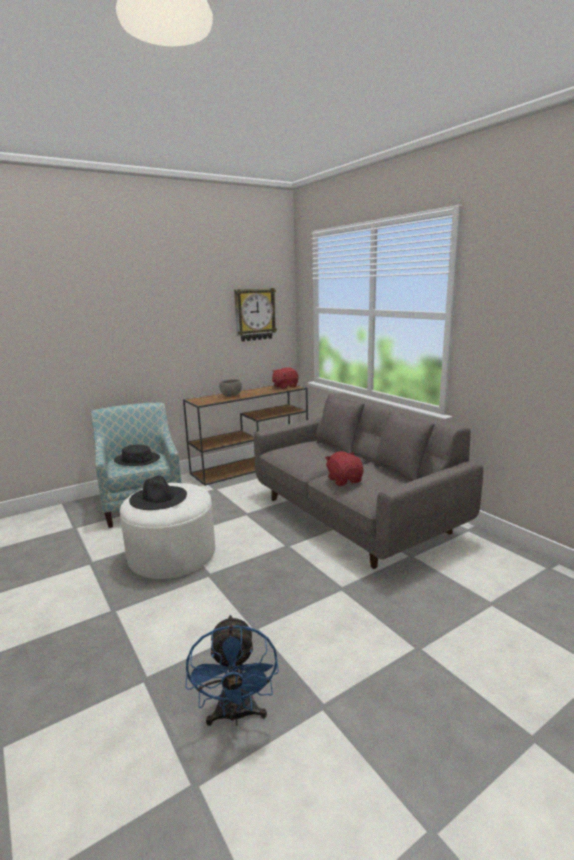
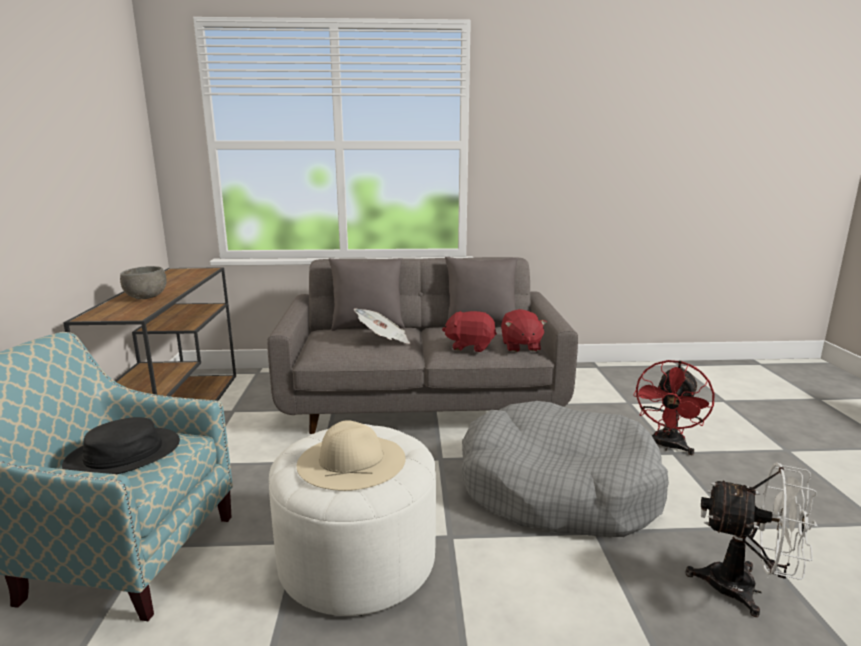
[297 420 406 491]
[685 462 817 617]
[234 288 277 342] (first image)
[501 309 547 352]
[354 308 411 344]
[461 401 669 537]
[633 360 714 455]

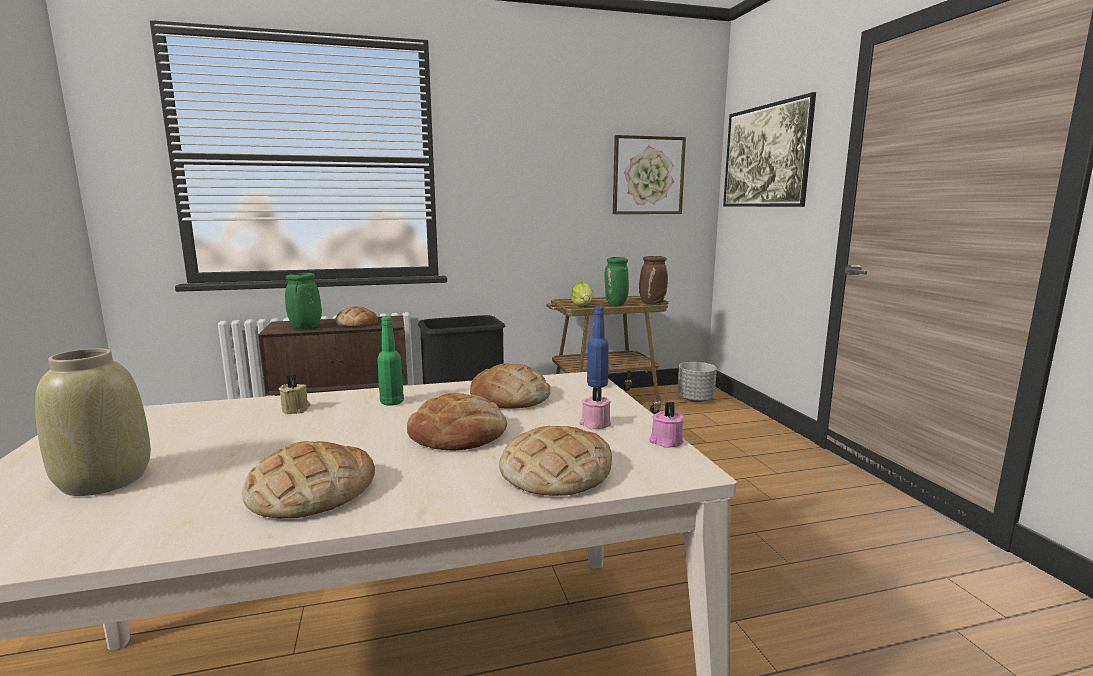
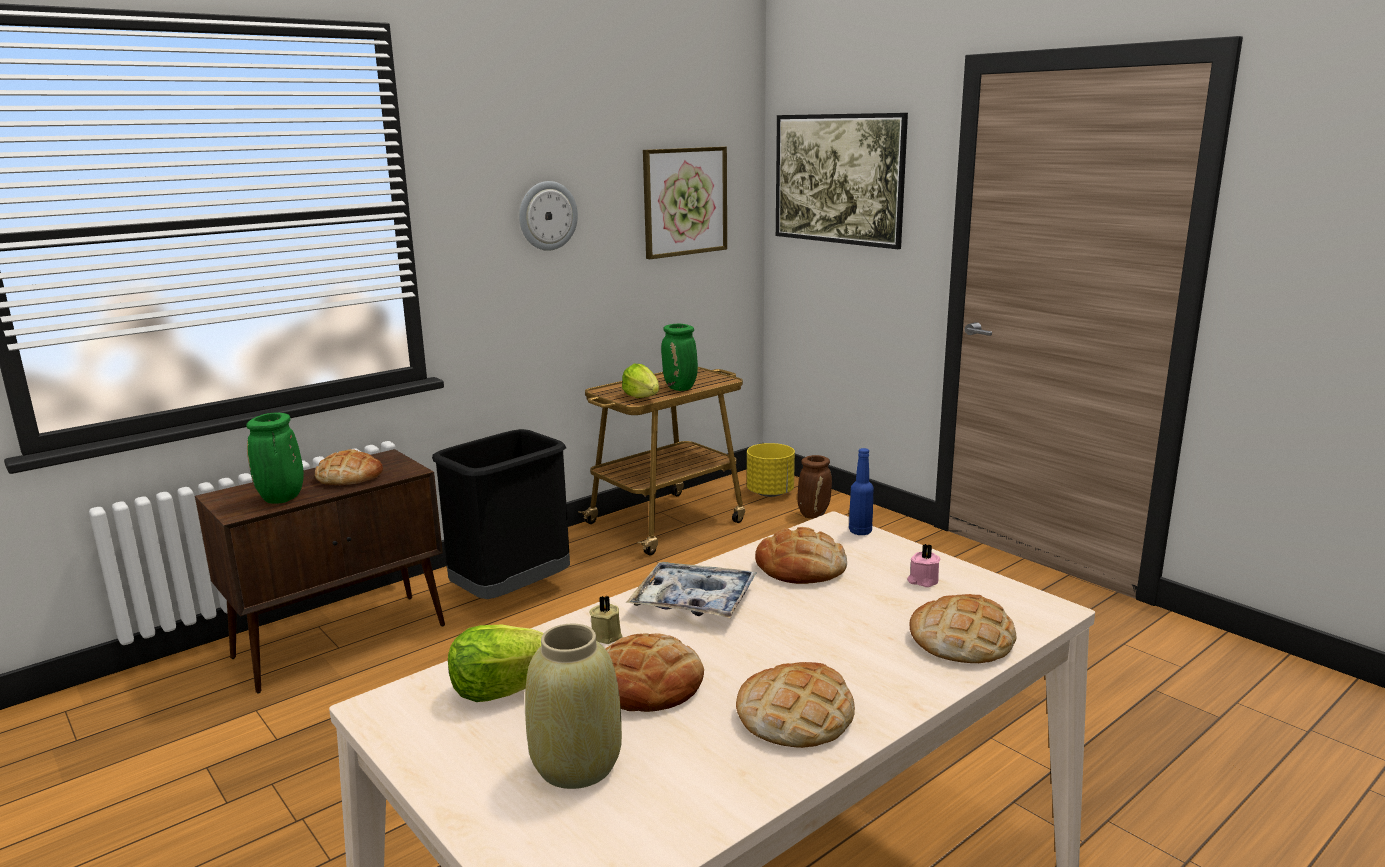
[626 562 757 618]
[605 633 704 712]
[797 455 832 518]
[649 402 684 448] (first image)
[747 443 795 497]
[448 625 544 702]
[519 181 578 251]

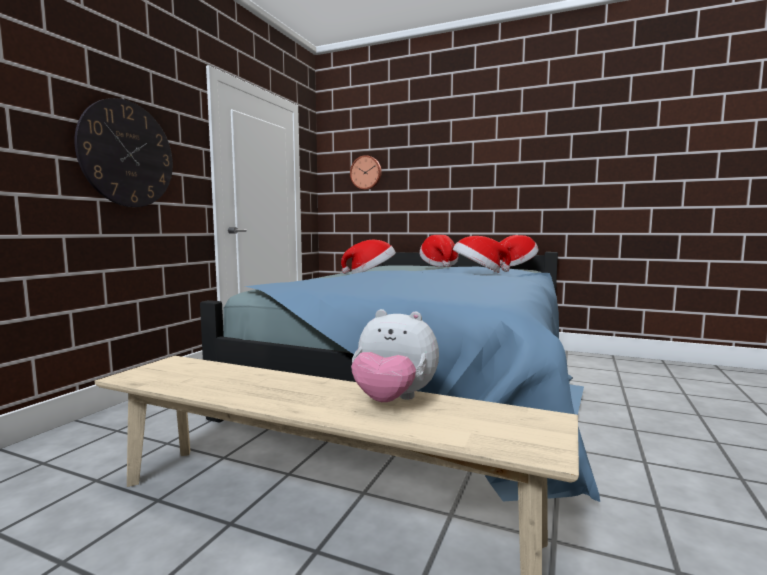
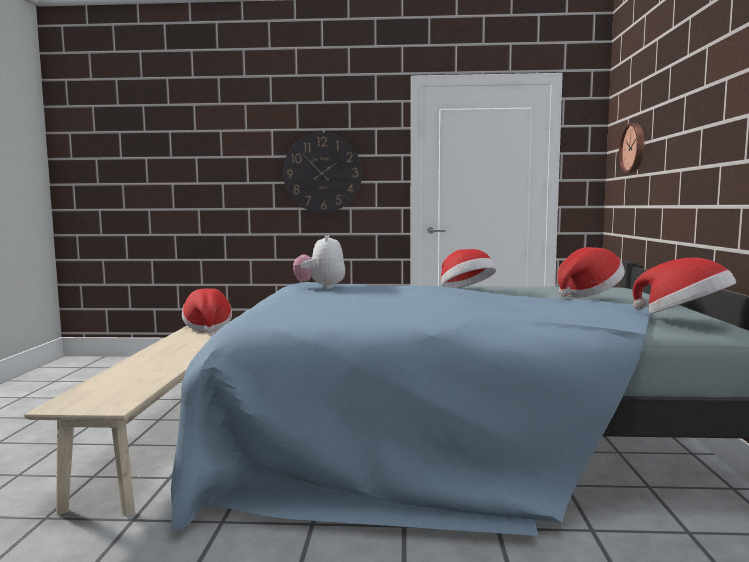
[293 235 345 289]
[182 288 232 333]

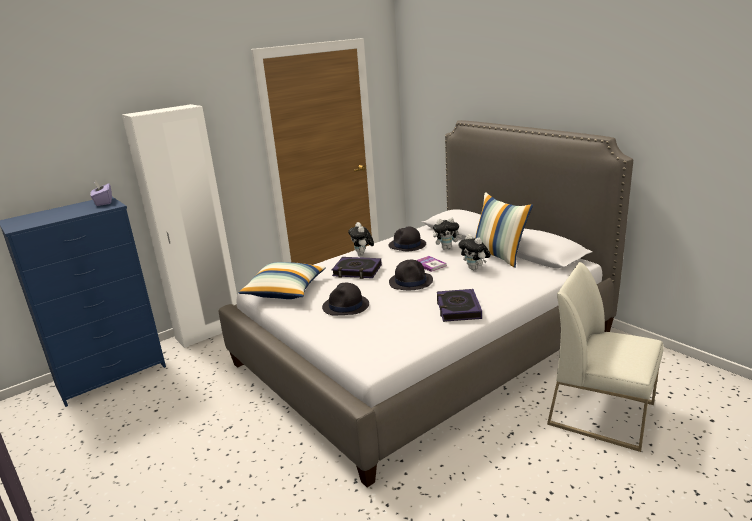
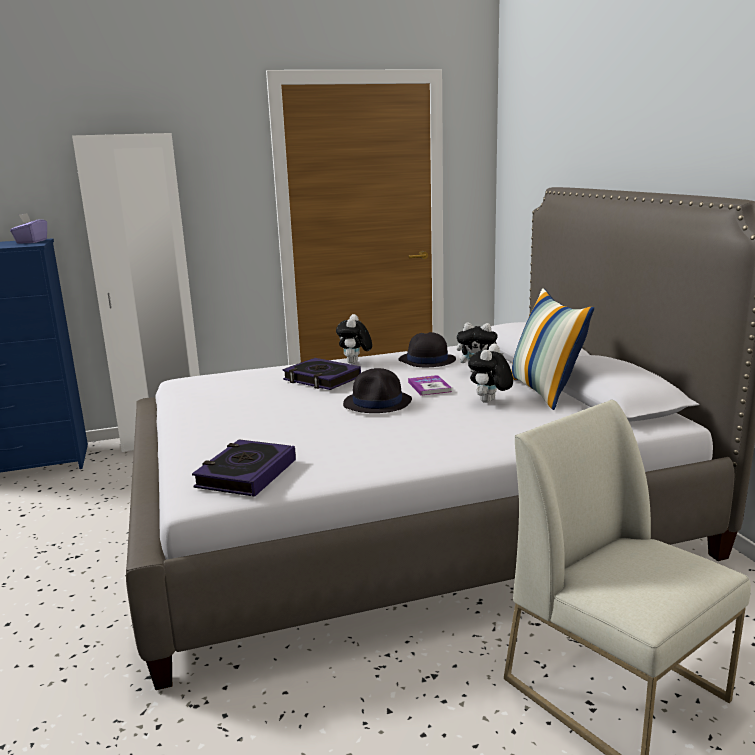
[238 262 326 299] (first image)
[322 283 369 316] (first image)
[192 439 296 497]
[468 344 513 403]

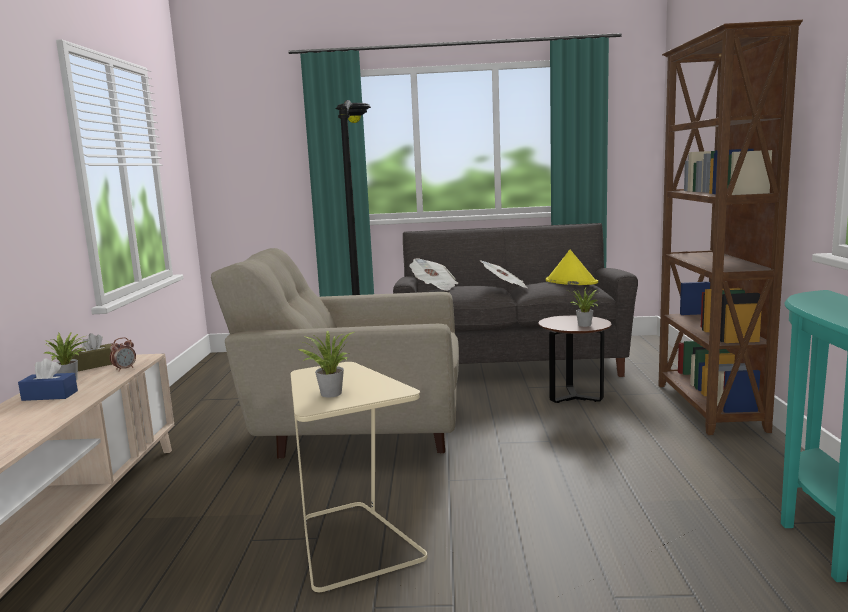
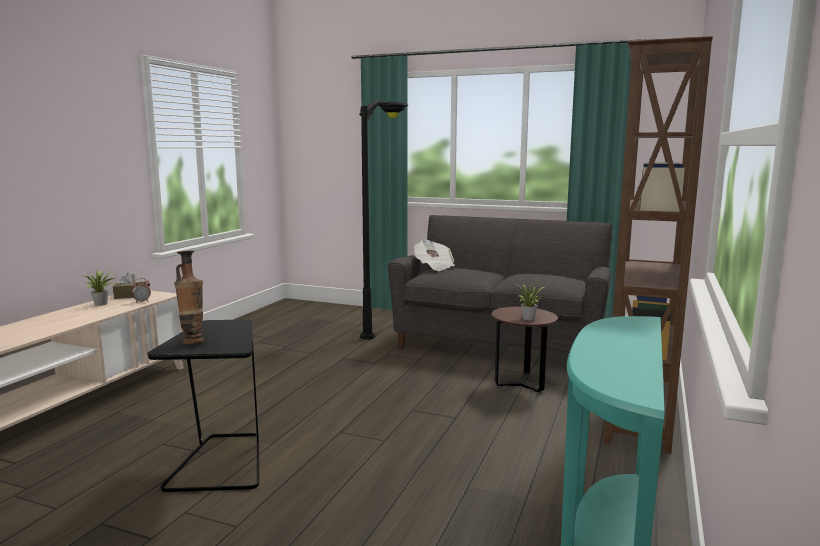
[18 358 78 401] (first image)
[211 248 459 459] (first image)
[147 320 259 493]
[174 250 204 344]
[479 260 529 289] (first image)
[546 250 598 285] (first image)

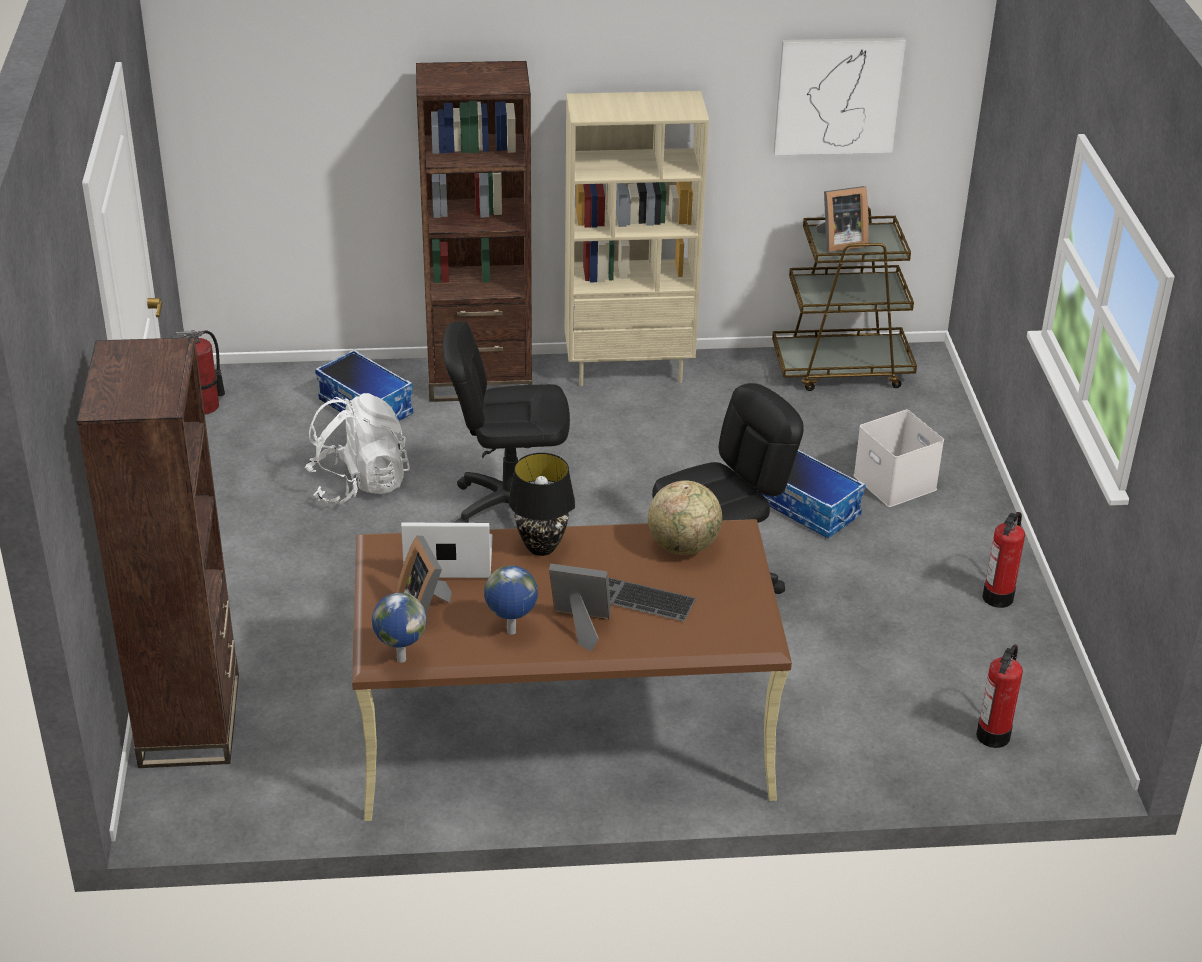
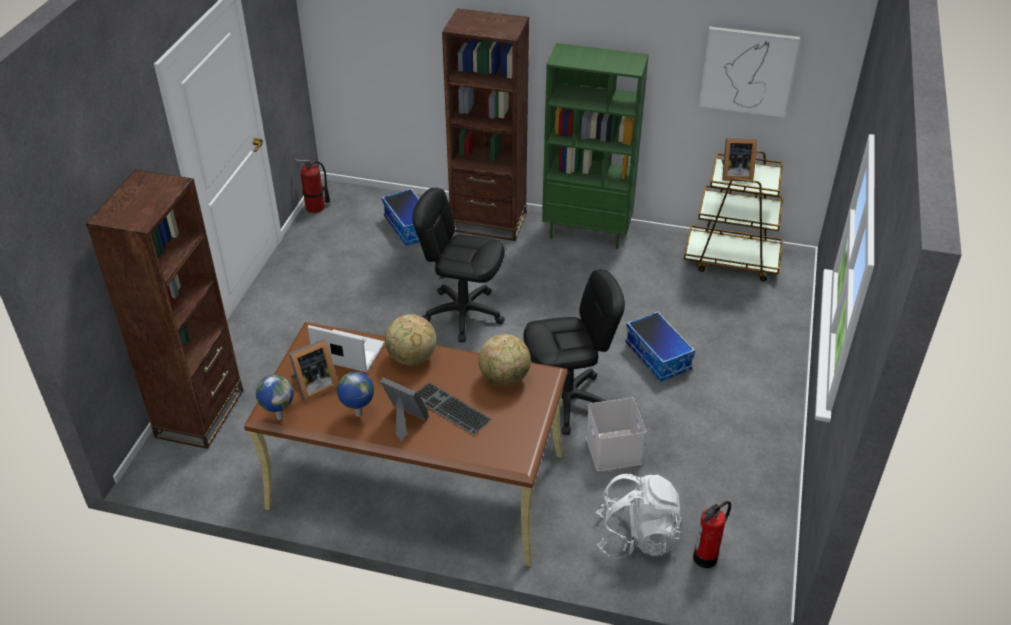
[596 474 682 559]
[289 339 338 402]
[385 314 436 365]
[542 43 649 249]
[586 398 647 471]
[983 512 1025 608] (first image)

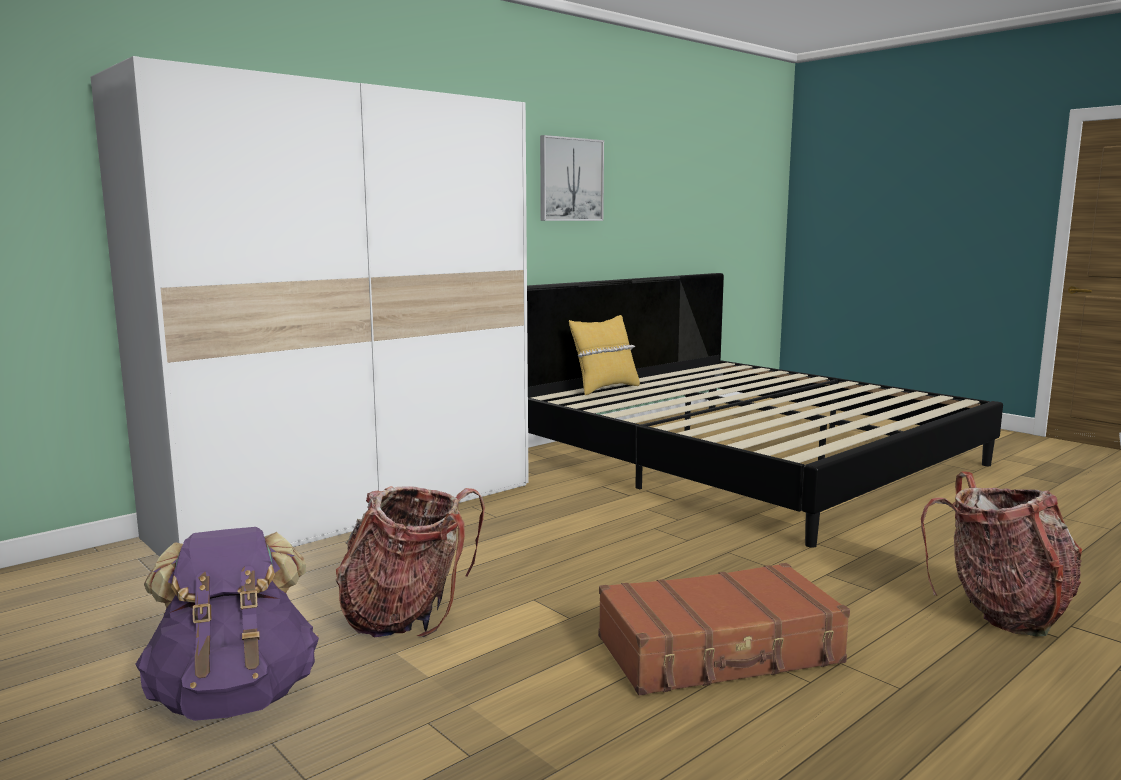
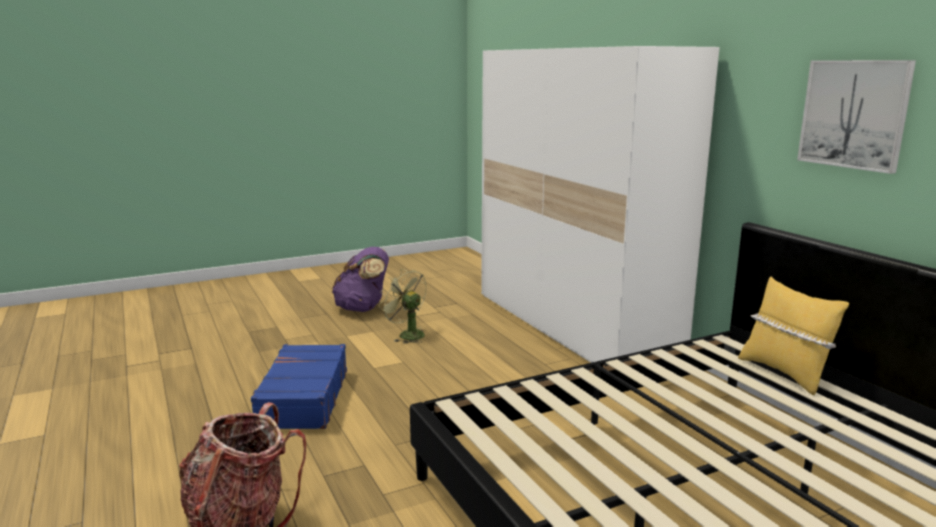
[379 269 426 344]
[251 344 347 429]

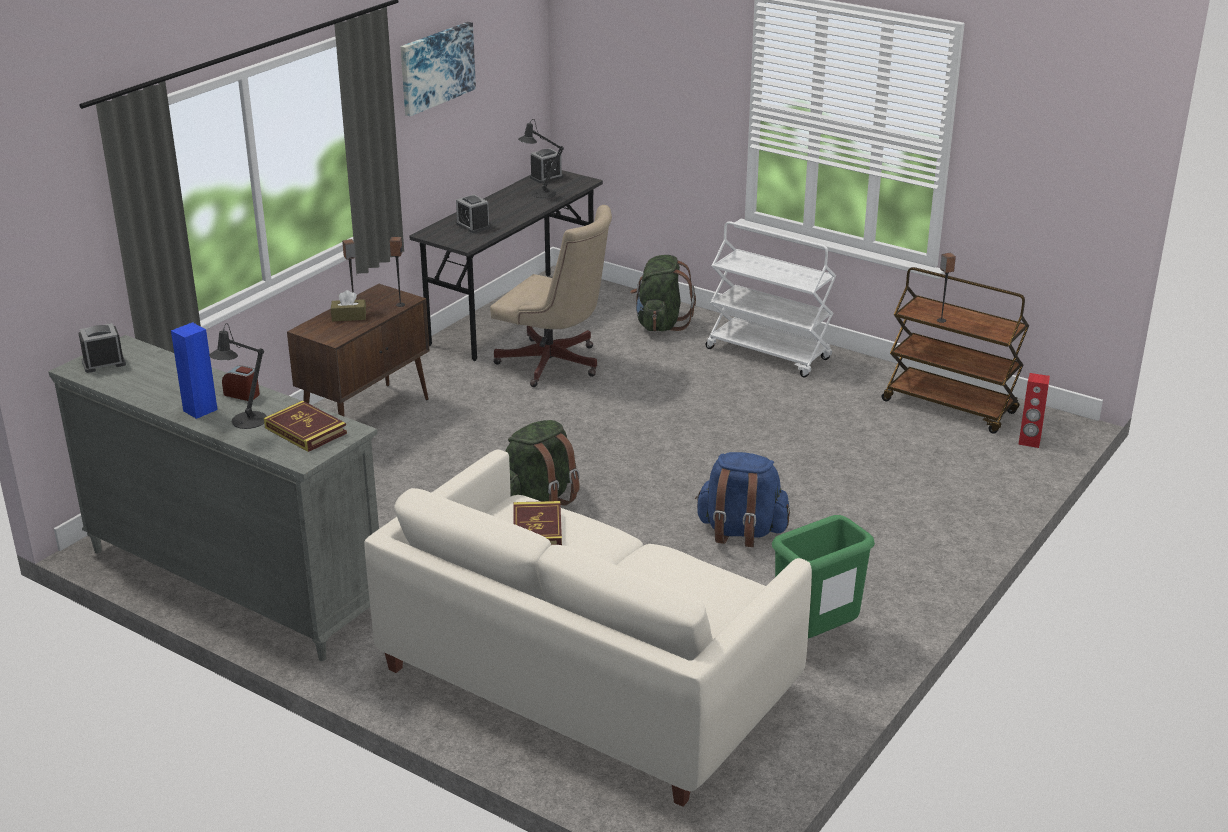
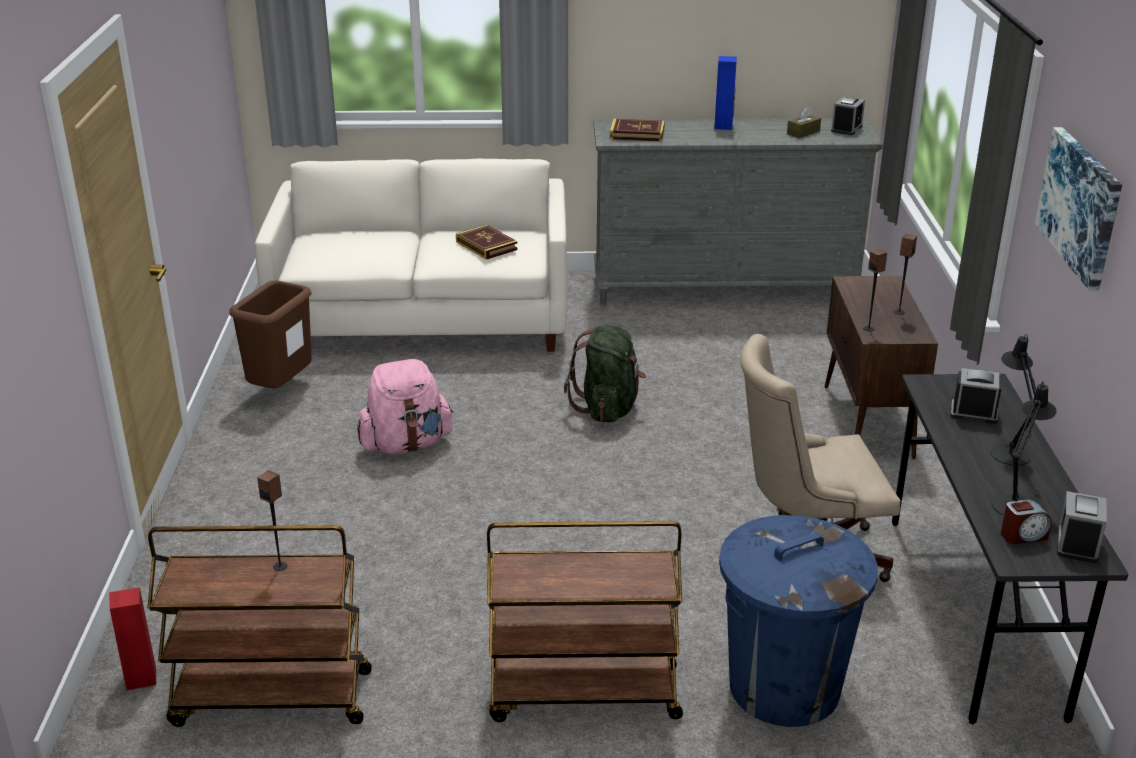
[991 334 1036 466]
[1001 500 1051 544]
[787 107 821 138]
[719 515 878 727]
[357 359 454 454]
[487 521 683 722]
[229 280 312 388]

